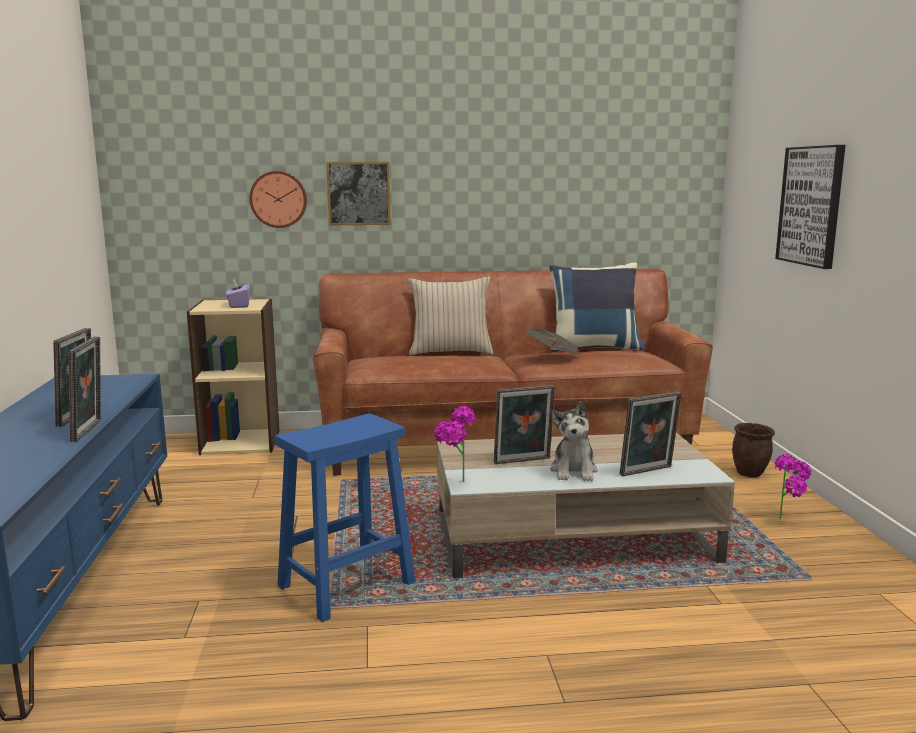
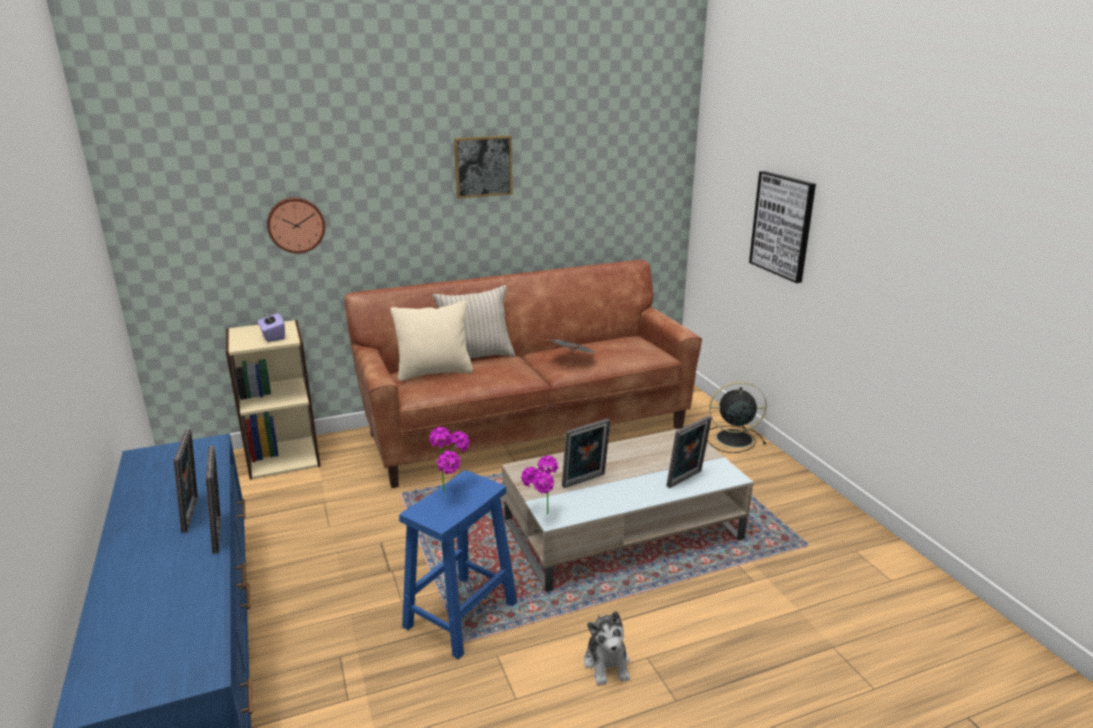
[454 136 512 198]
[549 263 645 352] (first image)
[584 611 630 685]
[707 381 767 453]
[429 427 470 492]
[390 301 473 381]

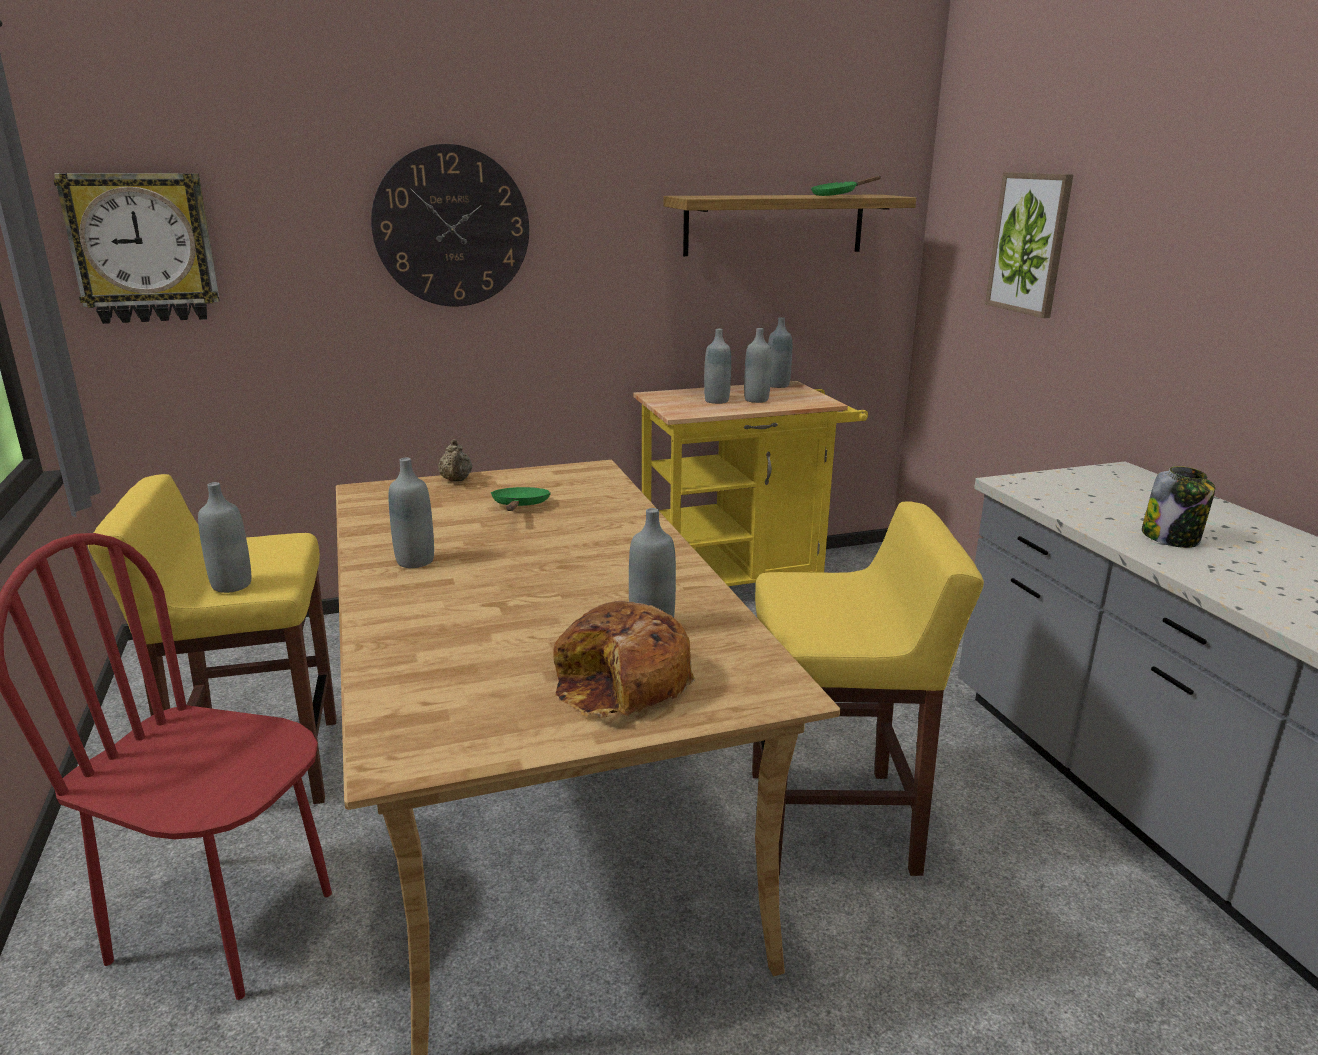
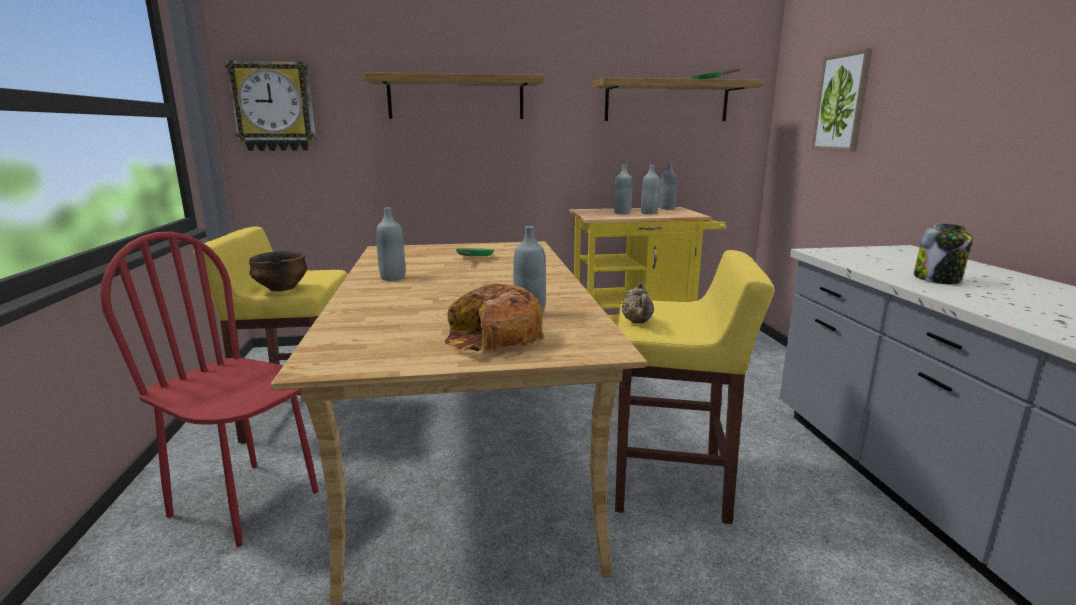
[249 251 307 291]
[364 72 544 119]
[621 283 654 323]

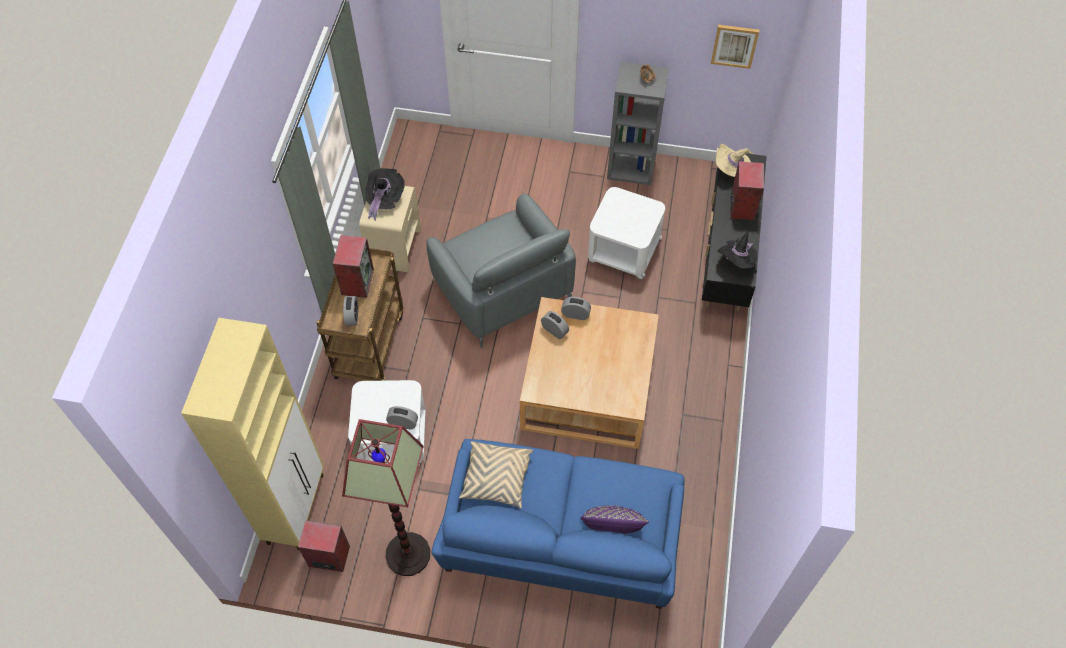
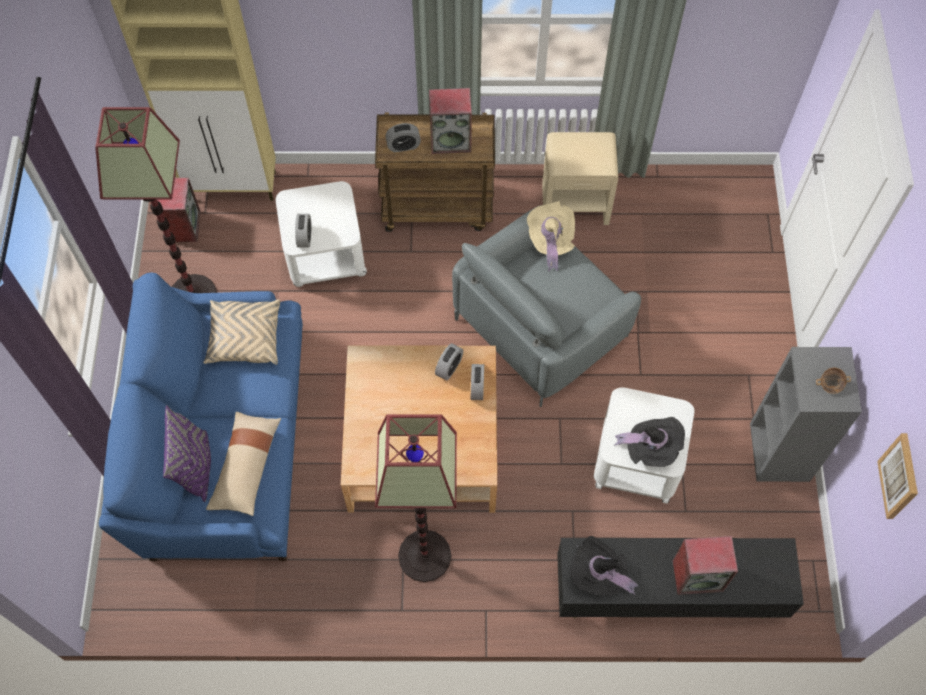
[614 417 685 467]
[527 201 575 271]
[206 412 281 516]
[375 414 457 582]

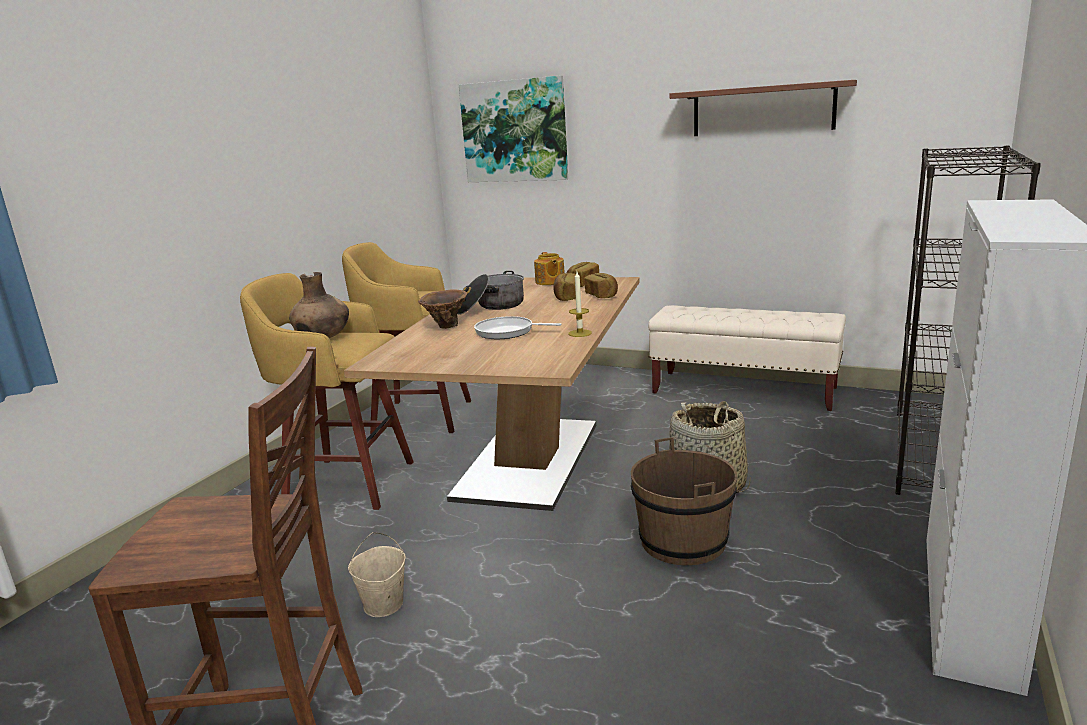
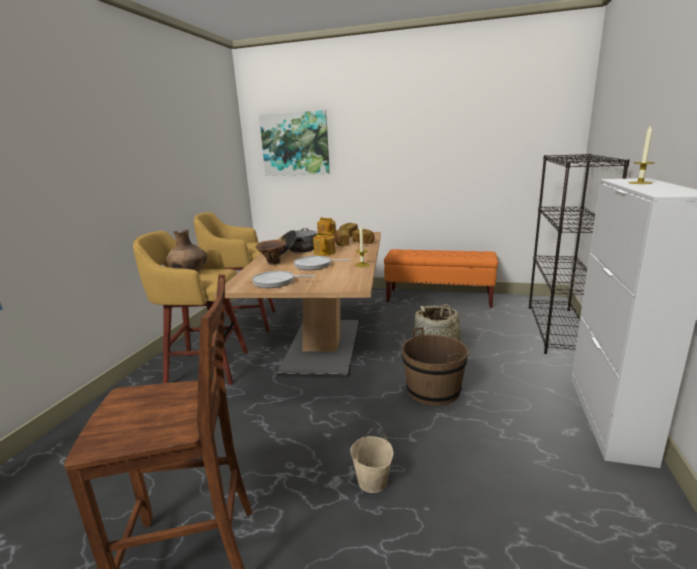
[350 429 393 493]
[384 249 498 308]
[669 80 857 136] (first image)
[252 271 315 288]
[313 231 336 256]
[629 125 655 184]

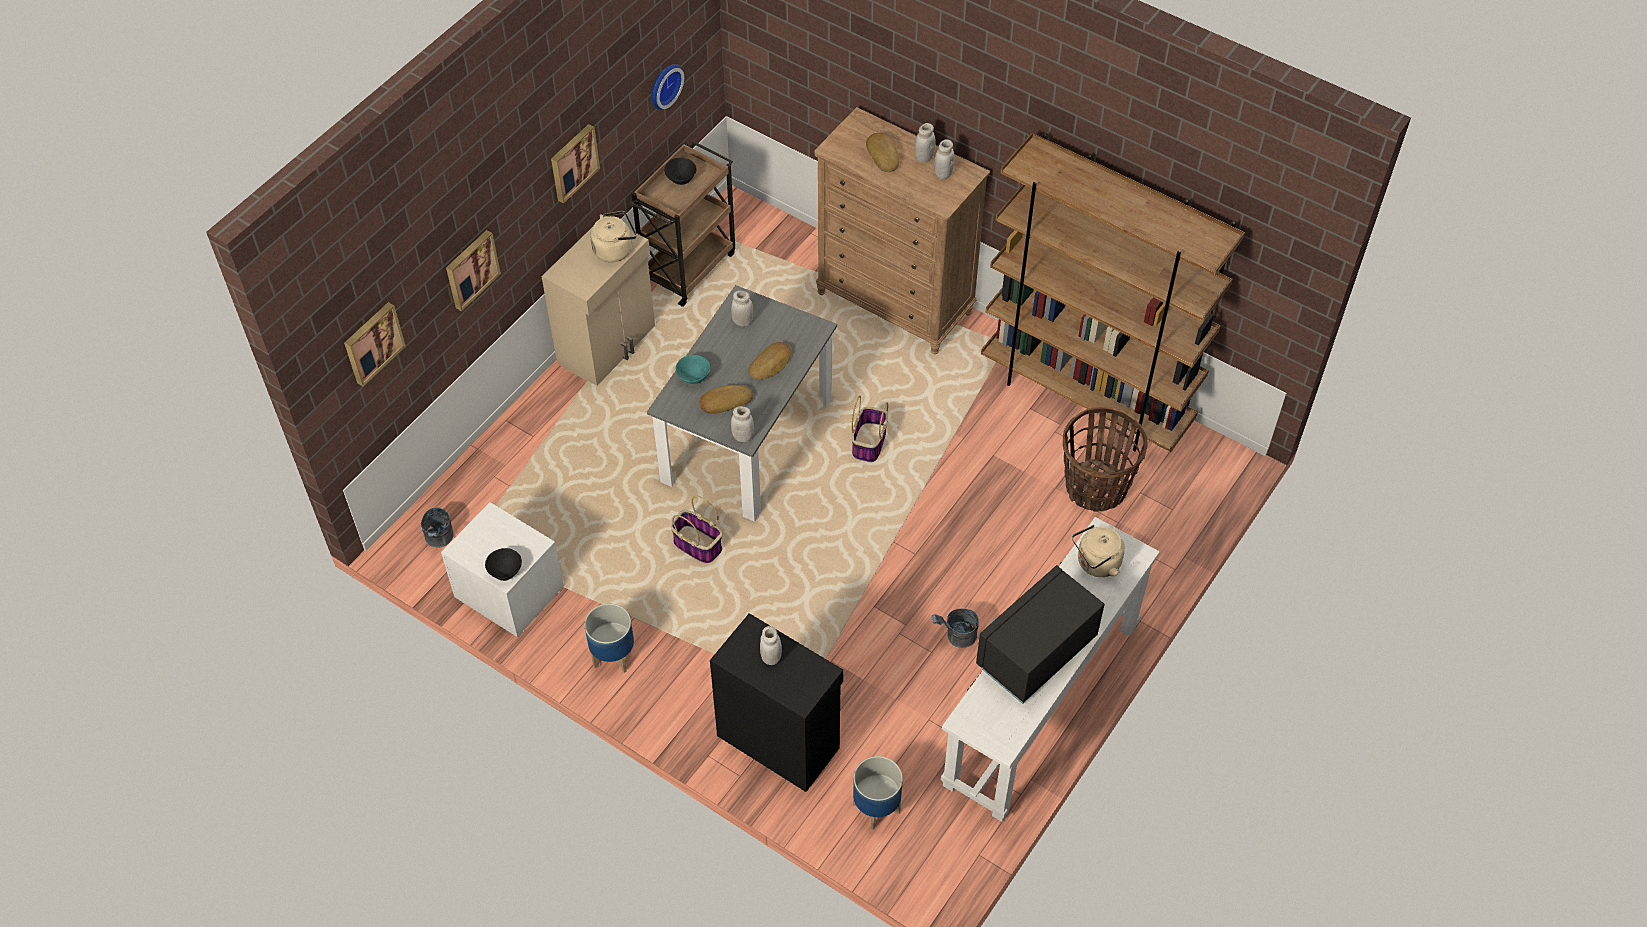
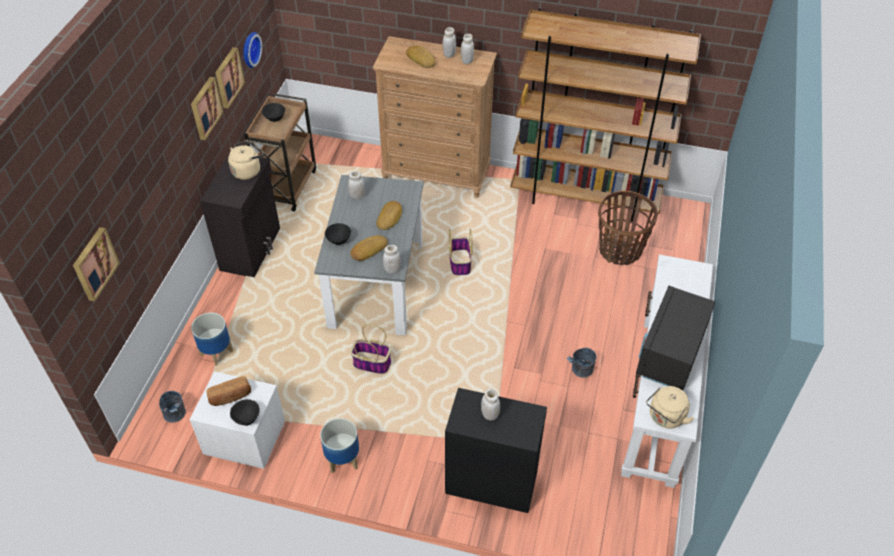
[215 47 245 108]
[200 153 280 277]
[325 223 351 245]
[191 312 233 366]
[646 386 694 428]
[207 376 251 406]

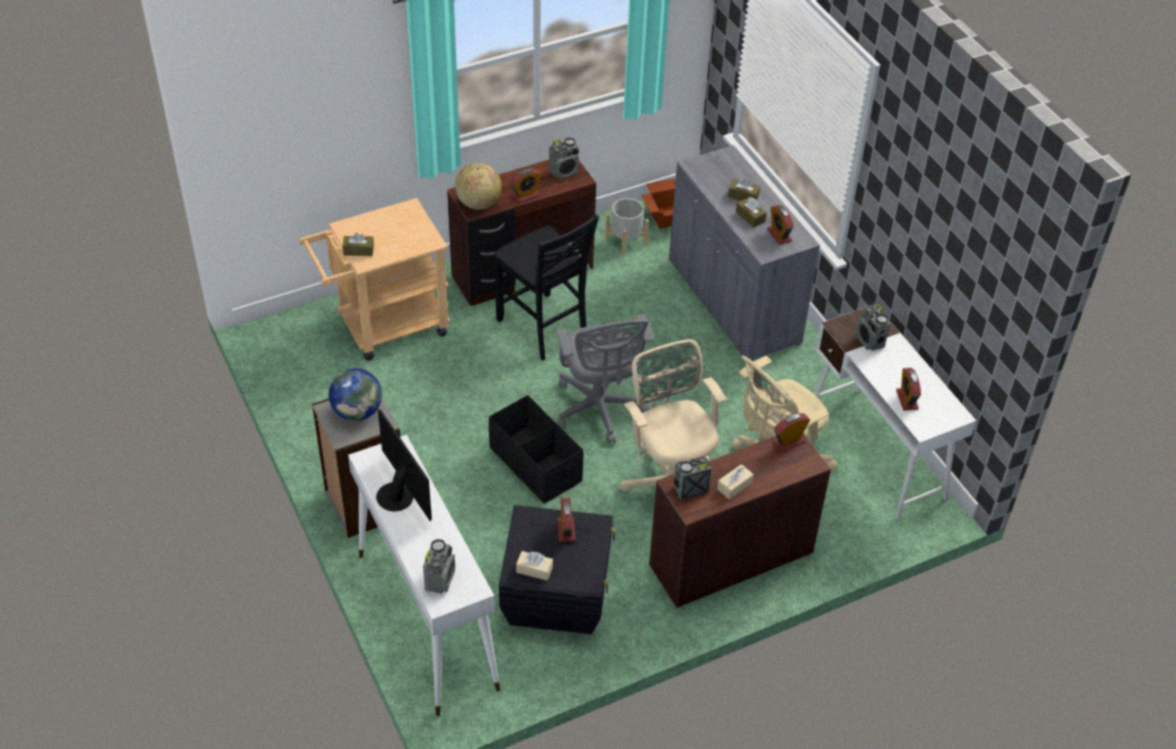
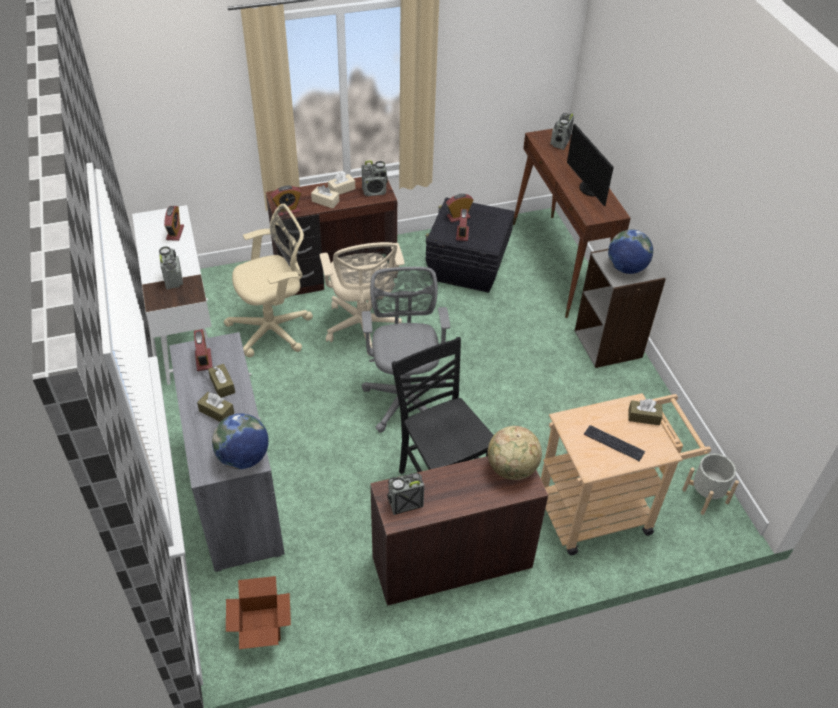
[513 129 631 318]
[489 395 584 504] (first image)
[446 194 473 222]
[311 185 339 209]
[682 454 739 515]
[212 414 269 469]
[584 425 645 461]

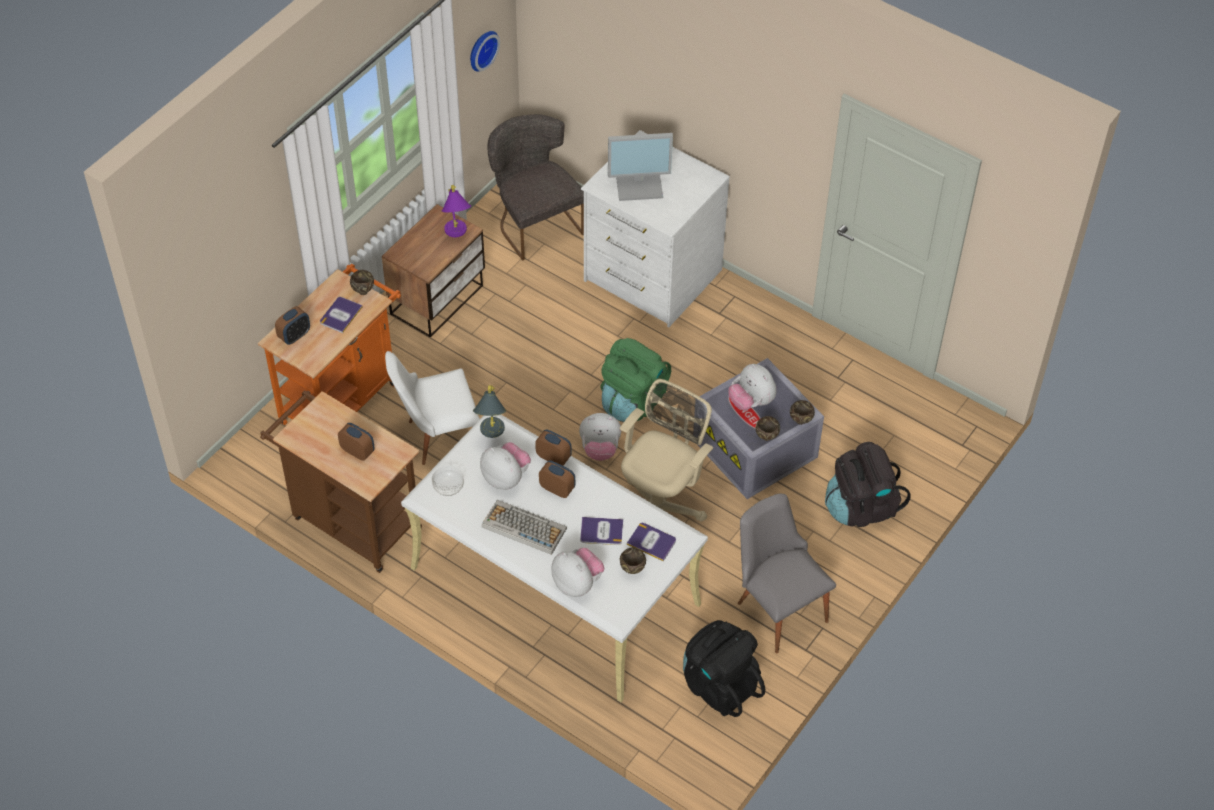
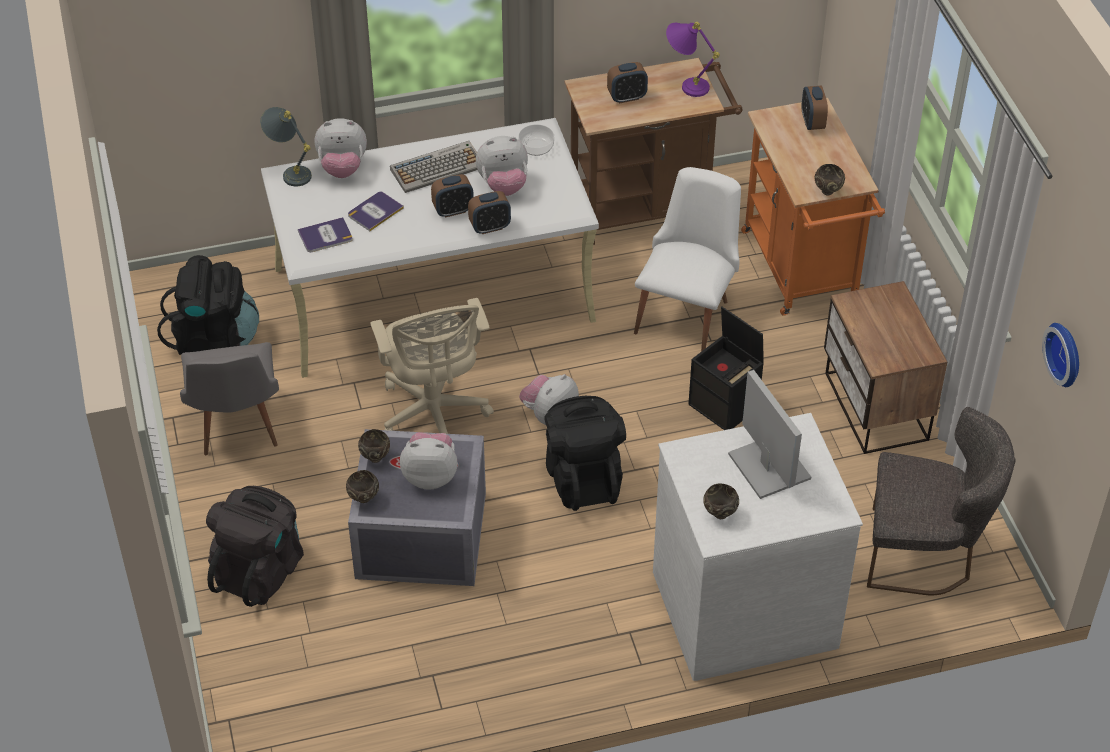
[320 297 363 333] (first image)
[666 22 720 97]
[260 107 312 186]
[544 396 626 511]
[728 370 811 499]
[704 483 739 519]
[180 342 279 455]
[688 307 764 430]

